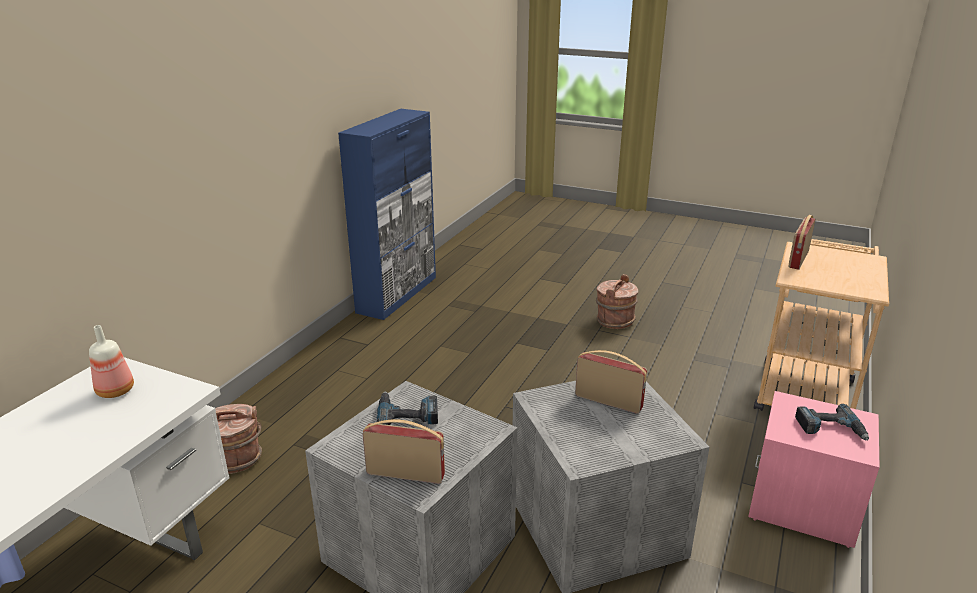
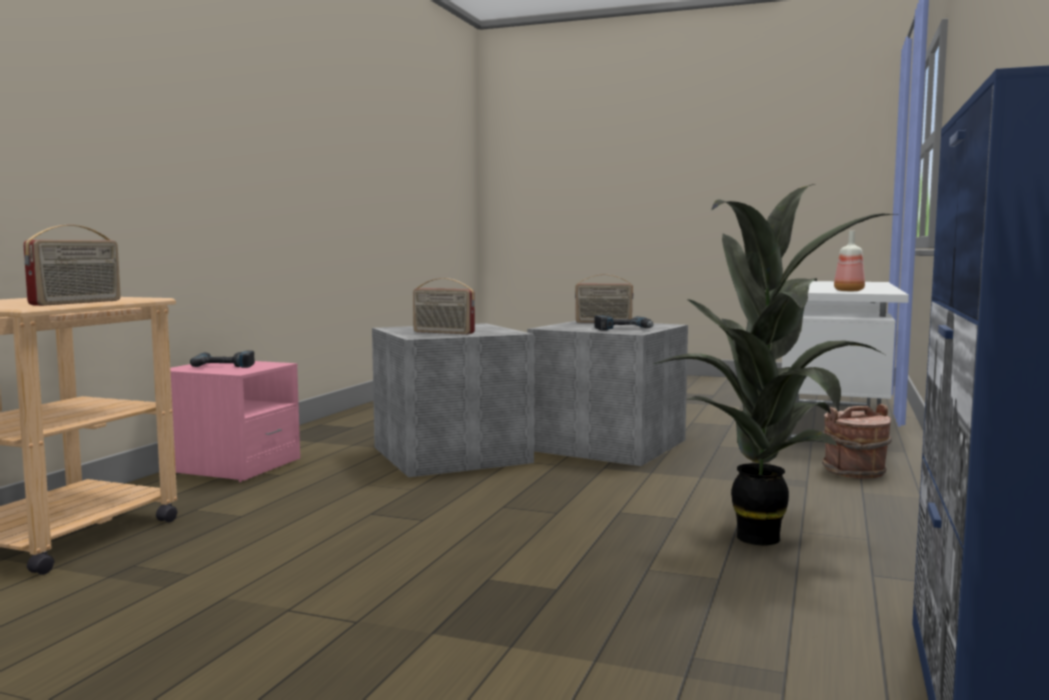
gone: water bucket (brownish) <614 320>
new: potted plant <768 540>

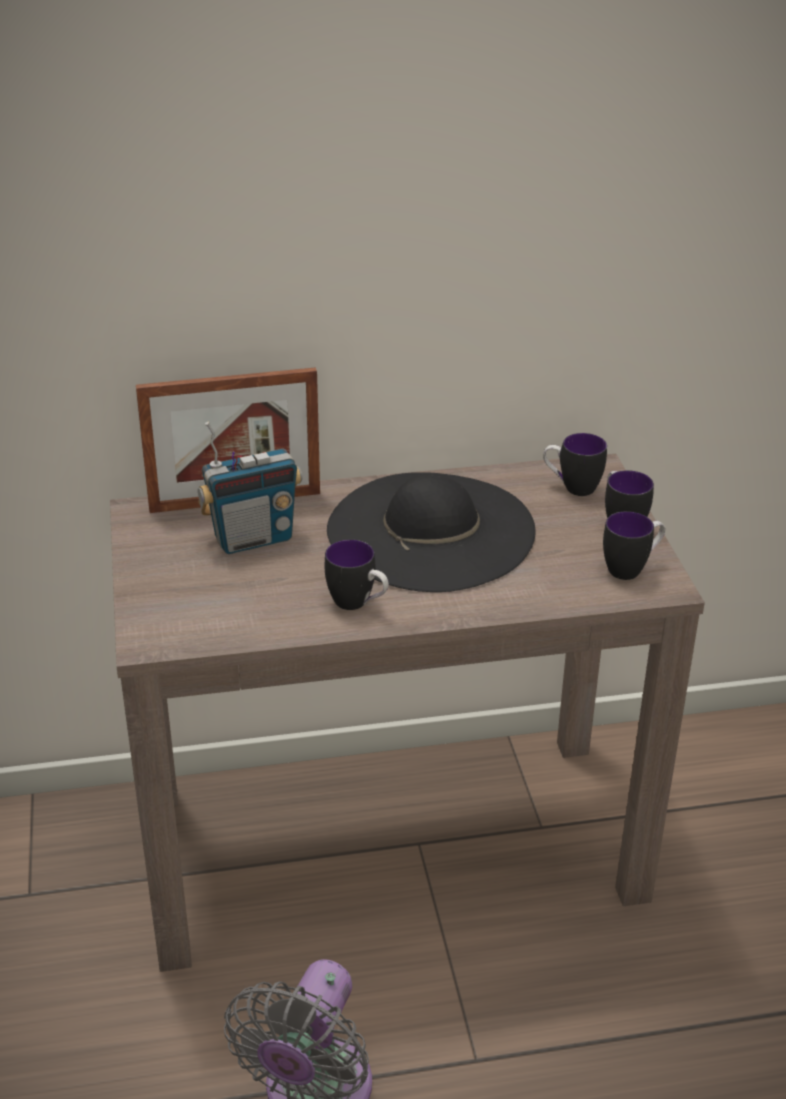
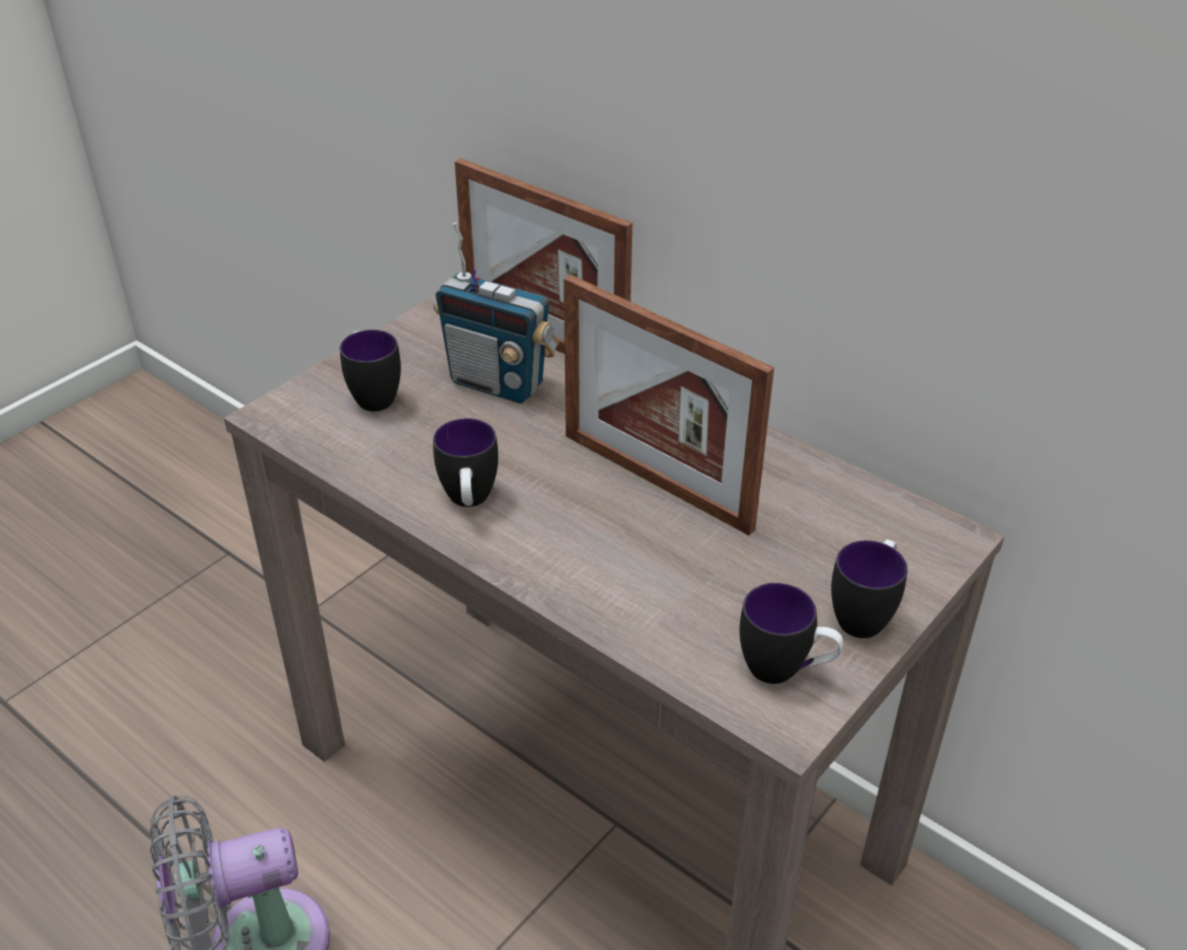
shifted: coffee mug <571 487> to <372 395>
swapped: clothing hat (black-coloured) <431 530> to standing frame <656 481>

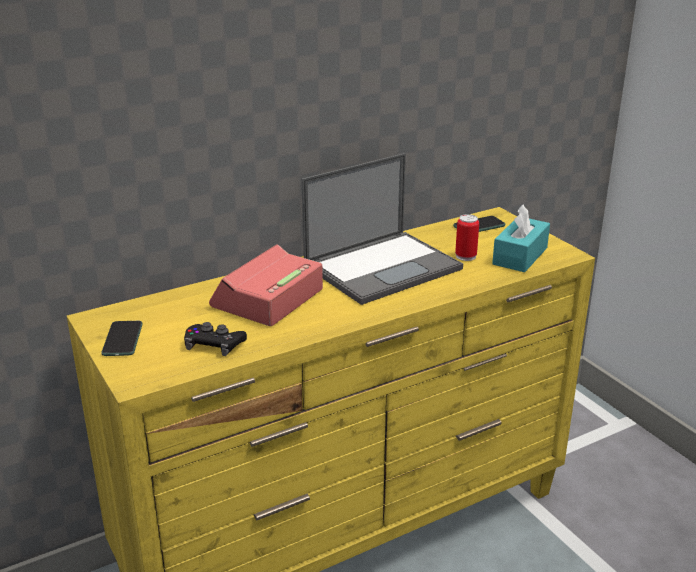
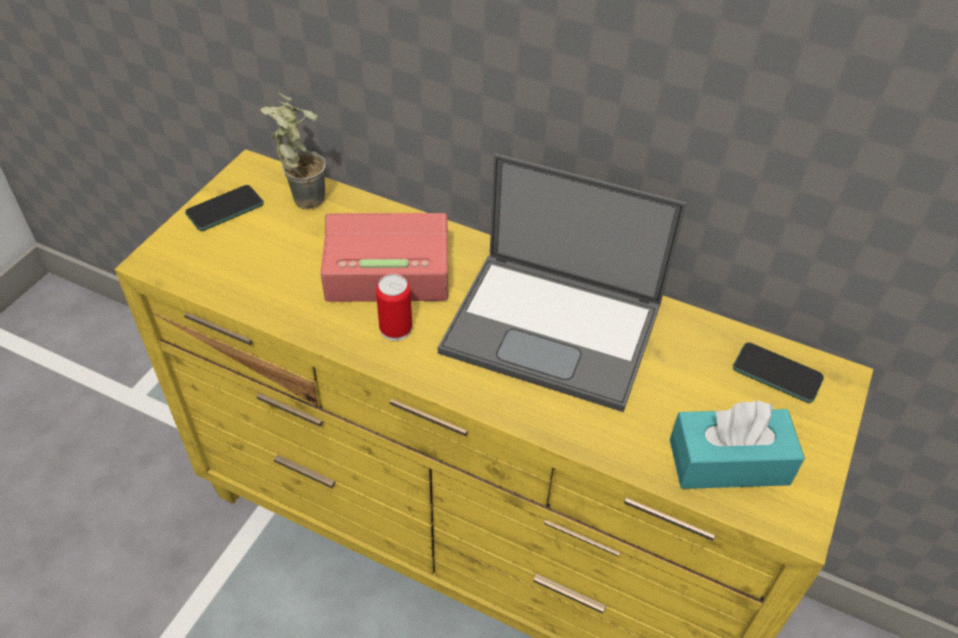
gone: game controller (black-coloured) <214 344>
new: potted plant <301 196>
shifted: can <465 256> to <396 329>

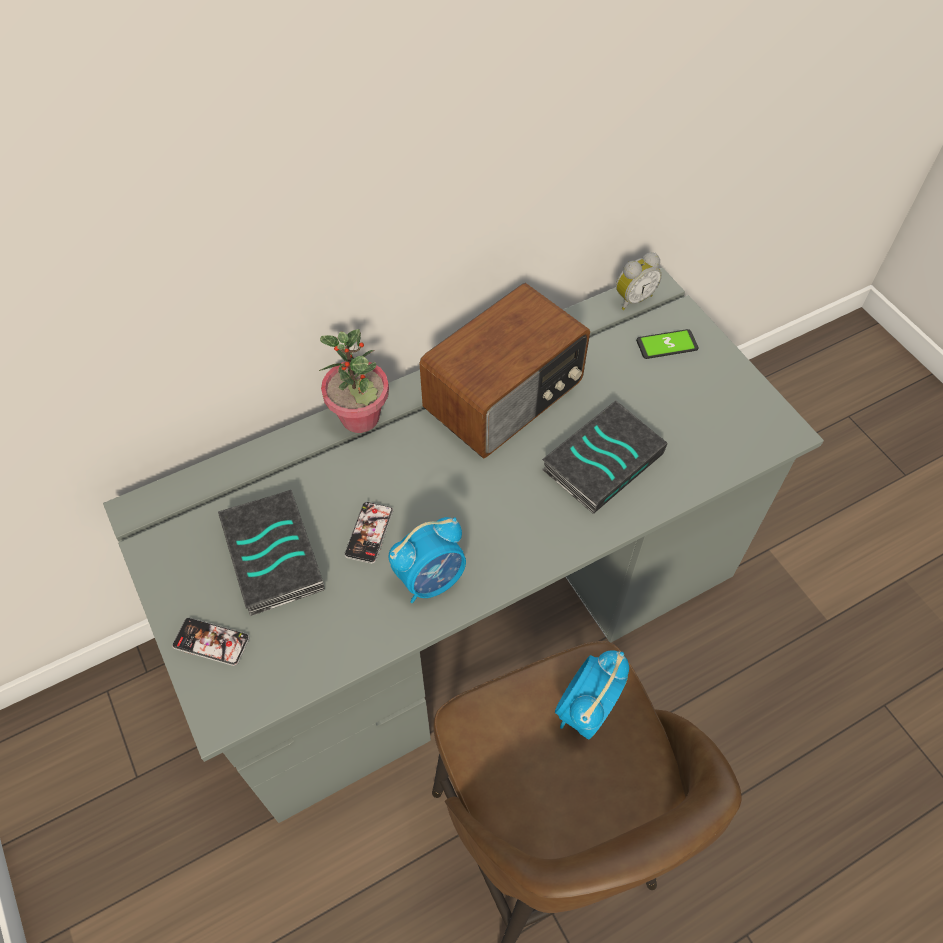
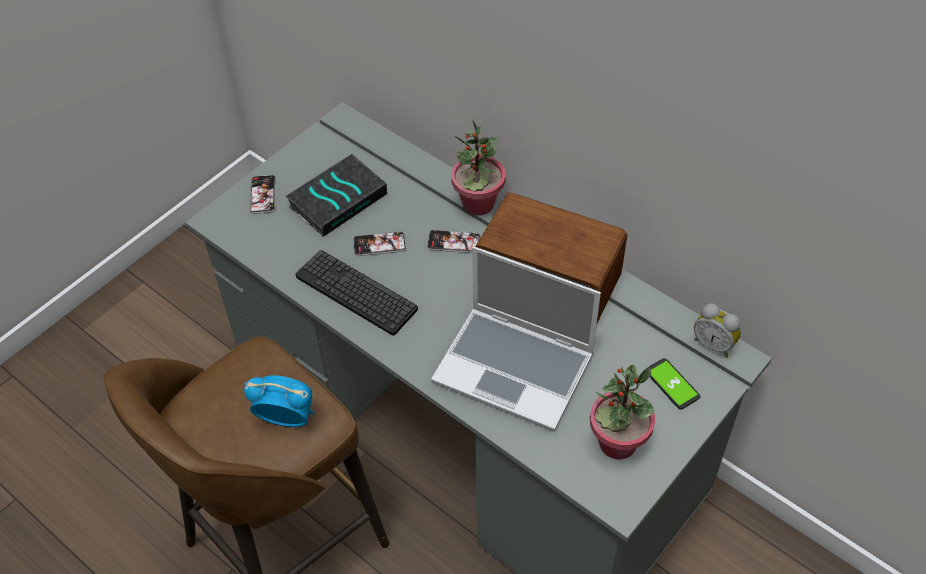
new: handset <453 242>; potted plant <617 443>
swapped: alarm clock <431 579> to keyboard <356 293>; volume <602 460> to notebook computer <516 368>

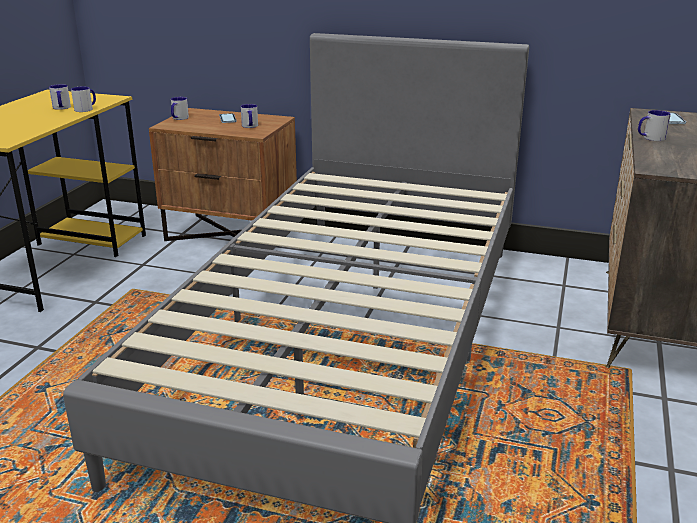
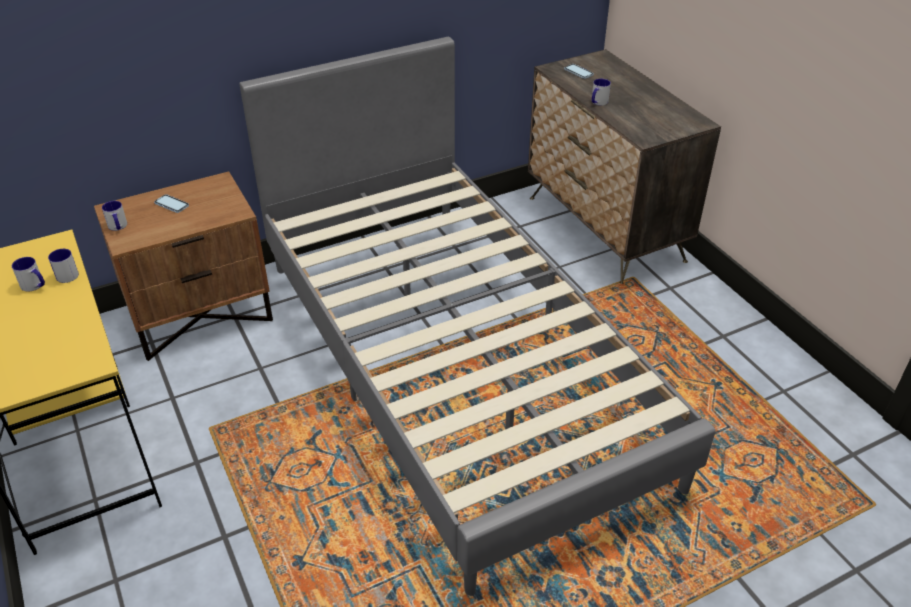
gone: coffee mug <250 126>

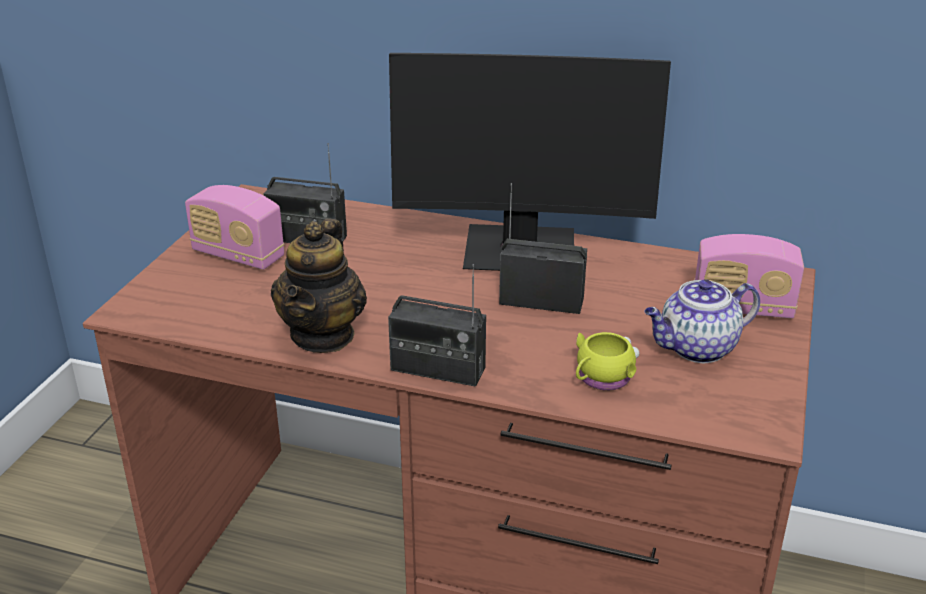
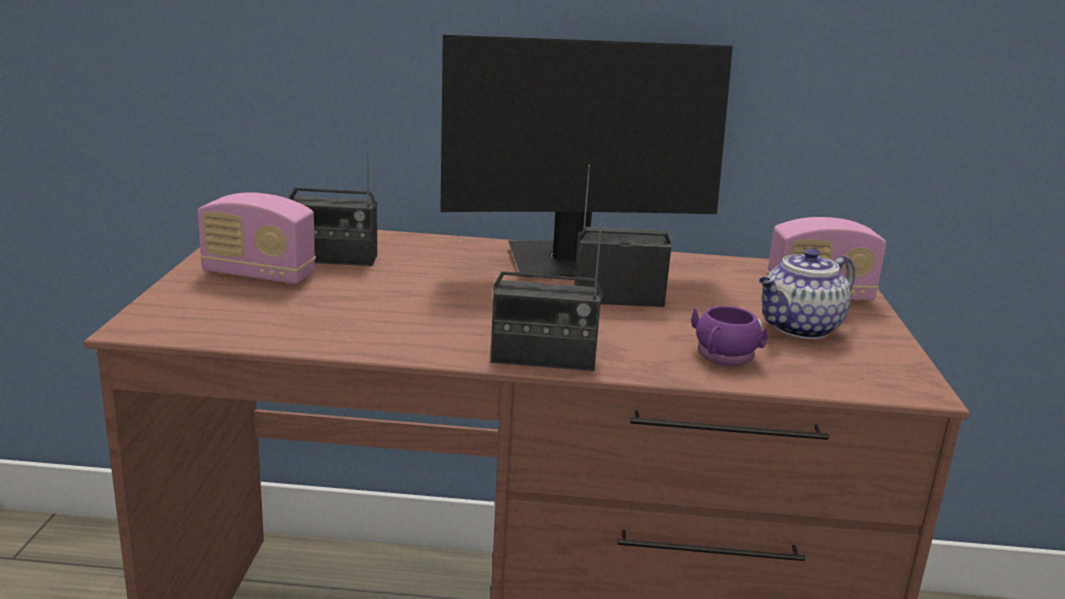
gone: pot for tea <323 335>
repainted: coffee mug (yellowish) <601 379> to coffee mug (purple) <723 357>

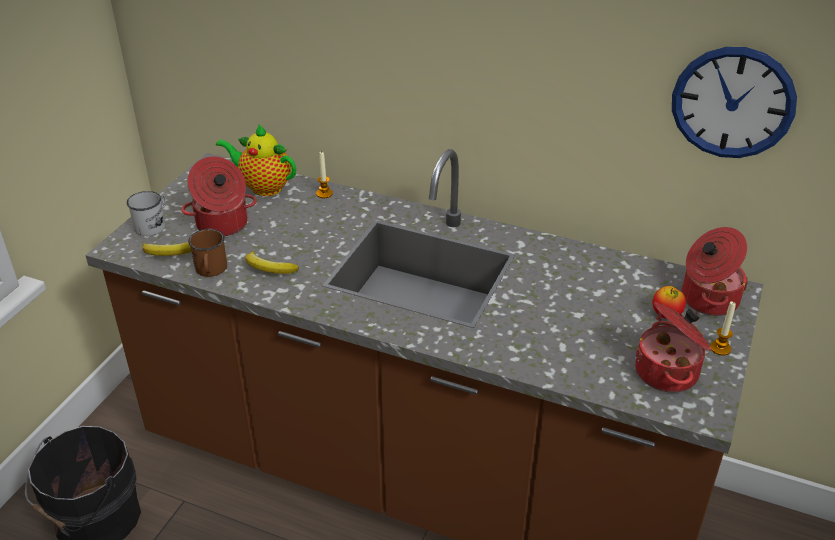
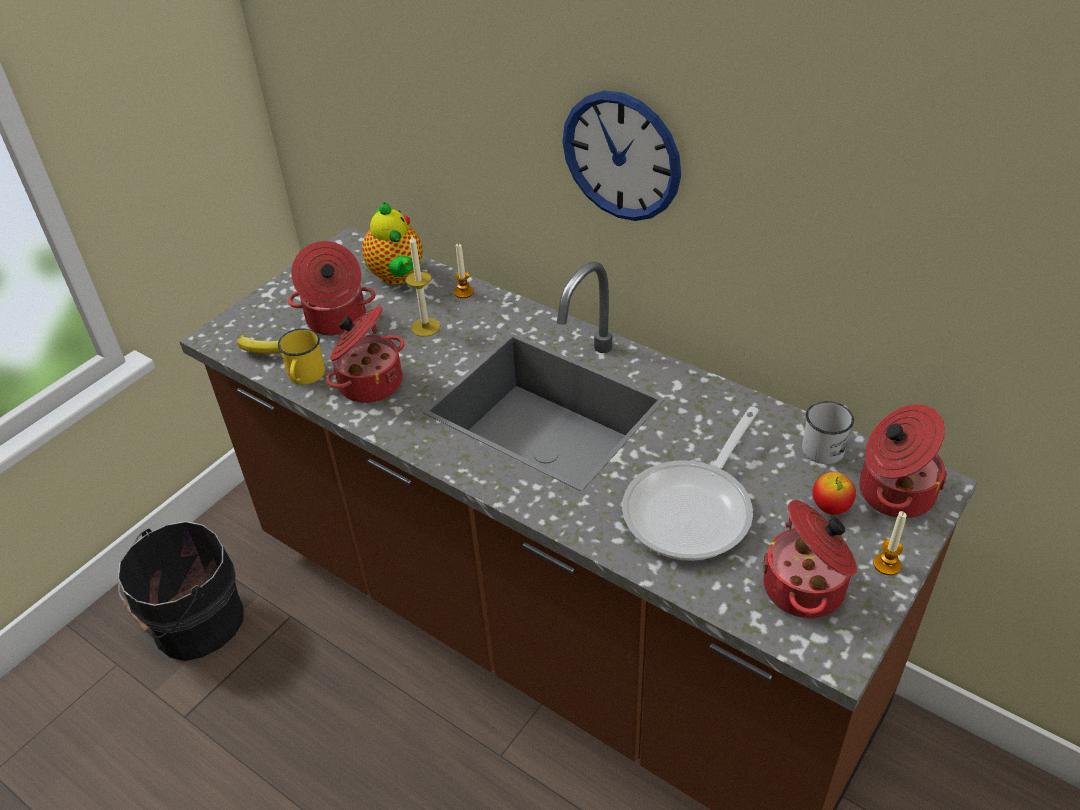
new: candle <425 327>; skillet <694 509>
shifted: coffee mug (white-coloured) <153 225> to <826 445>; wall clock <732 103> to <621 156>
swapped: whole banana <269 269> to stockpot <369 382>
repainted: coffee mug (brownish) <211 270> to coffee mug (yellowish) <305 377>
rotated: pot for tea <263 187> = <397 276> 150 degrees counterclockwise

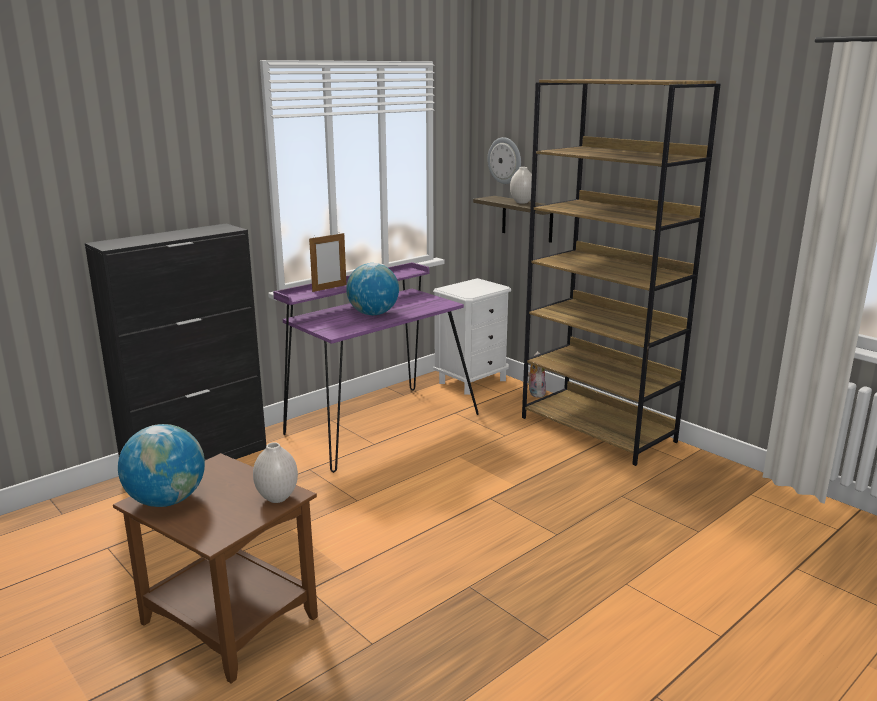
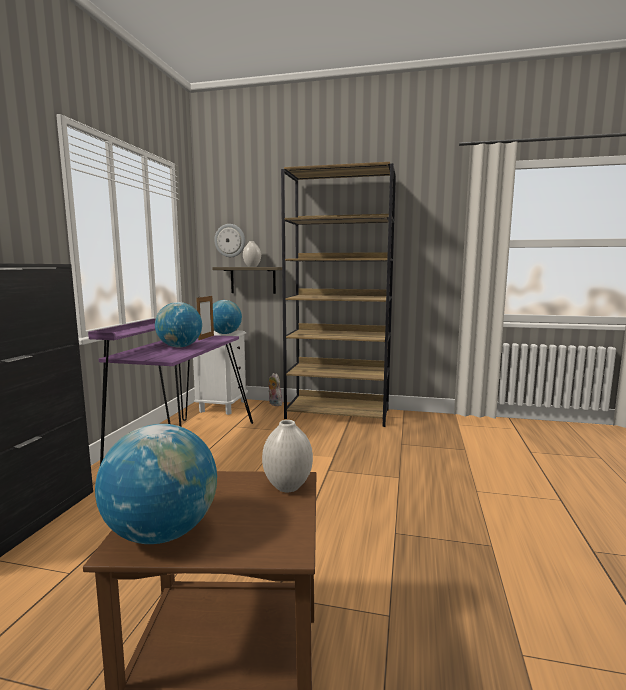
new: globe <225 333>
shifted: standing frame <329 288> to <206 337>

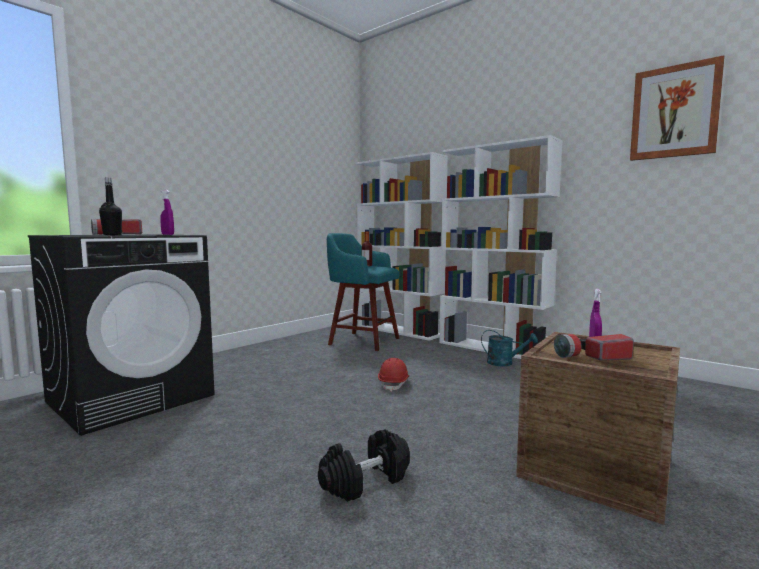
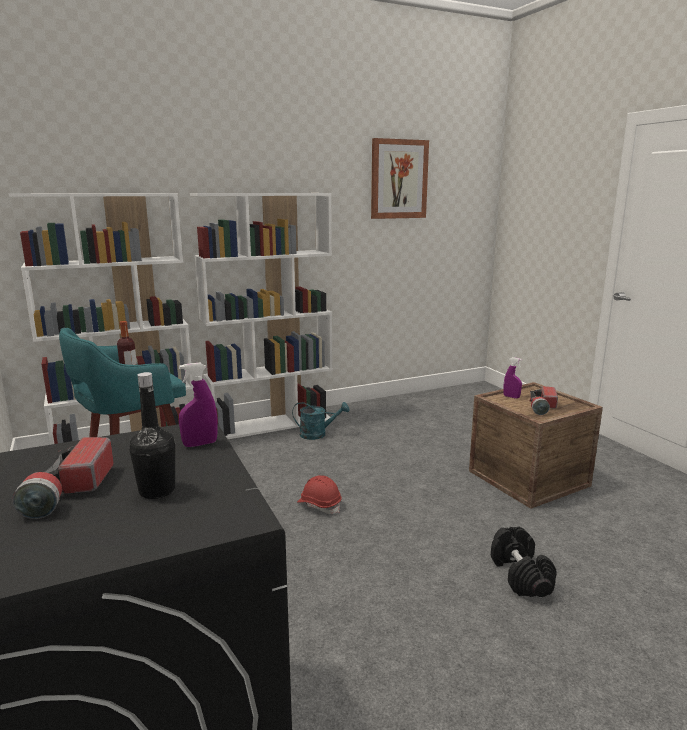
rotated: watering can (turquoise) <505 363> = <318 434> 45 degrees clockwise

